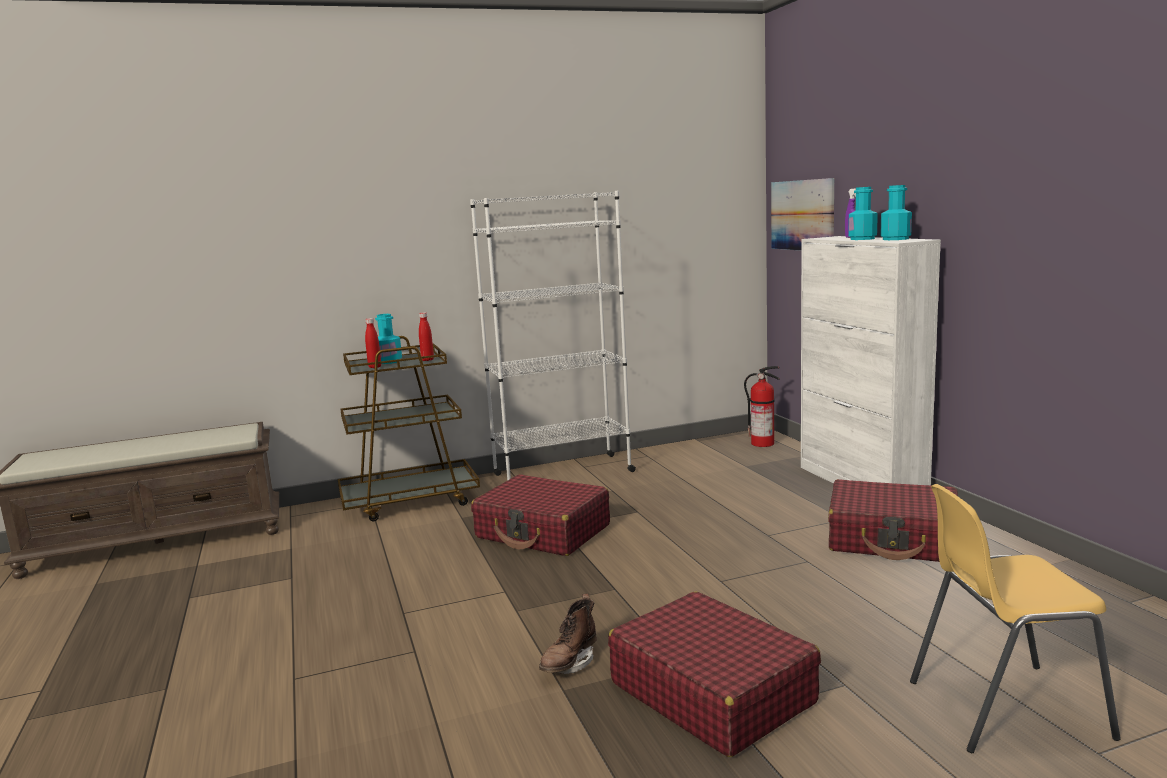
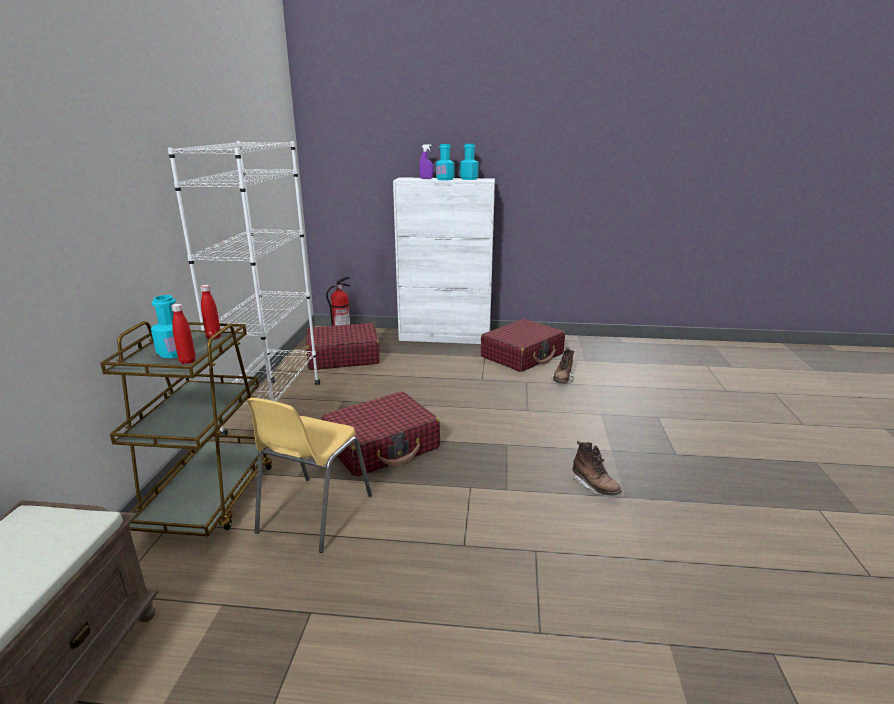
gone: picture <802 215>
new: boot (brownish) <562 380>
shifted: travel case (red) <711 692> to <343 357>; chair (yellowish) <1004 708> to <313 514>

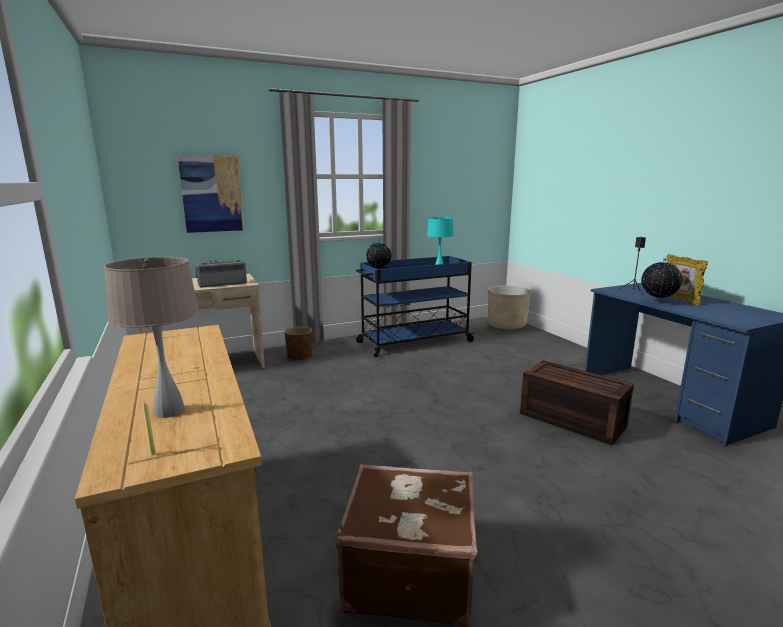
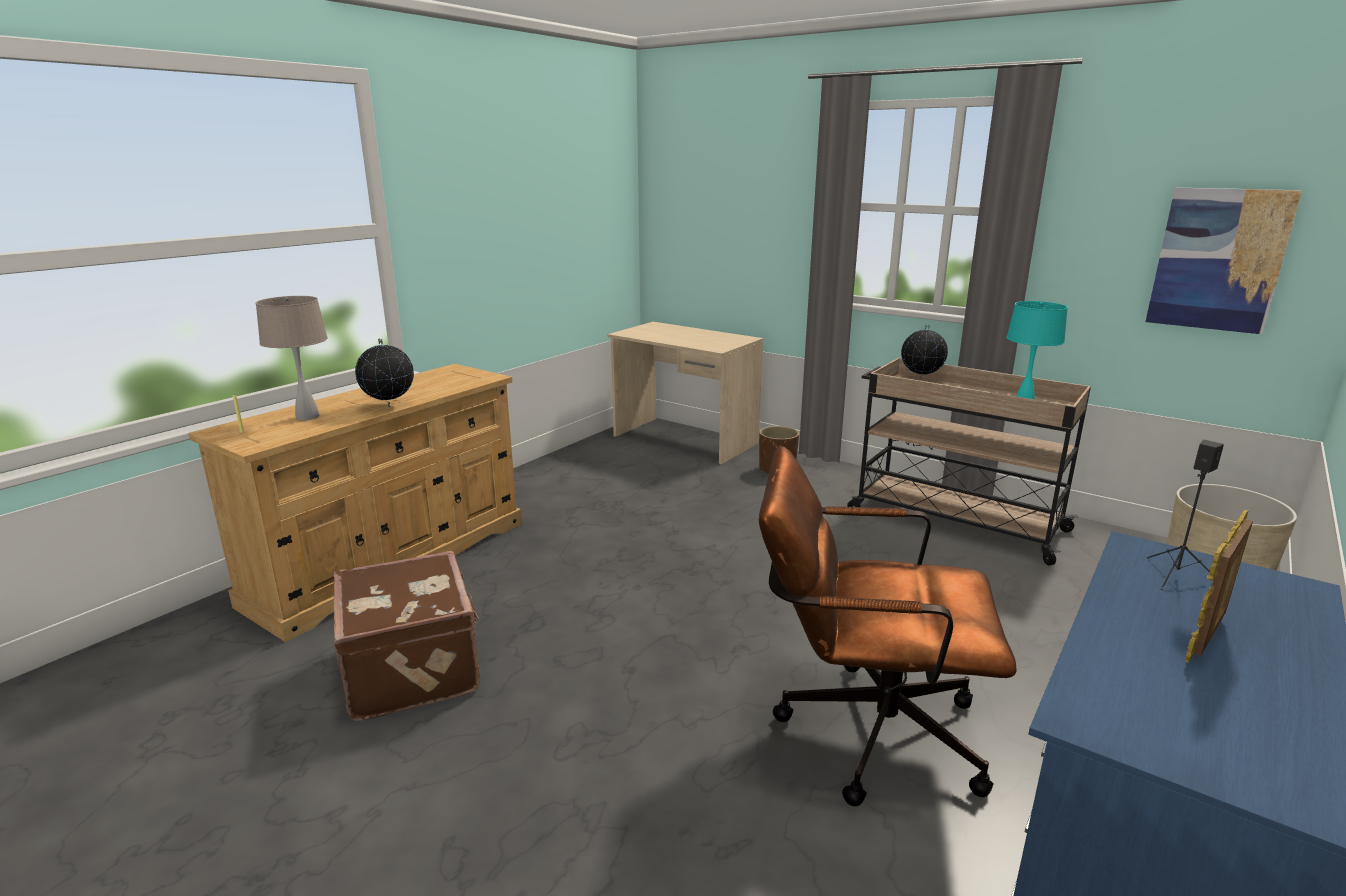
gone: radio set <222 284>
shifted: picture <212 194> to <1218 260>; globe <657 302> to <389 406>
swapped: storage bin (brownish) <570 419> to desk chair (brownish) <862 729>
repainted: wheeled cart (blue-coloured) <413 342> to wheeled cart (beige) <953 520>

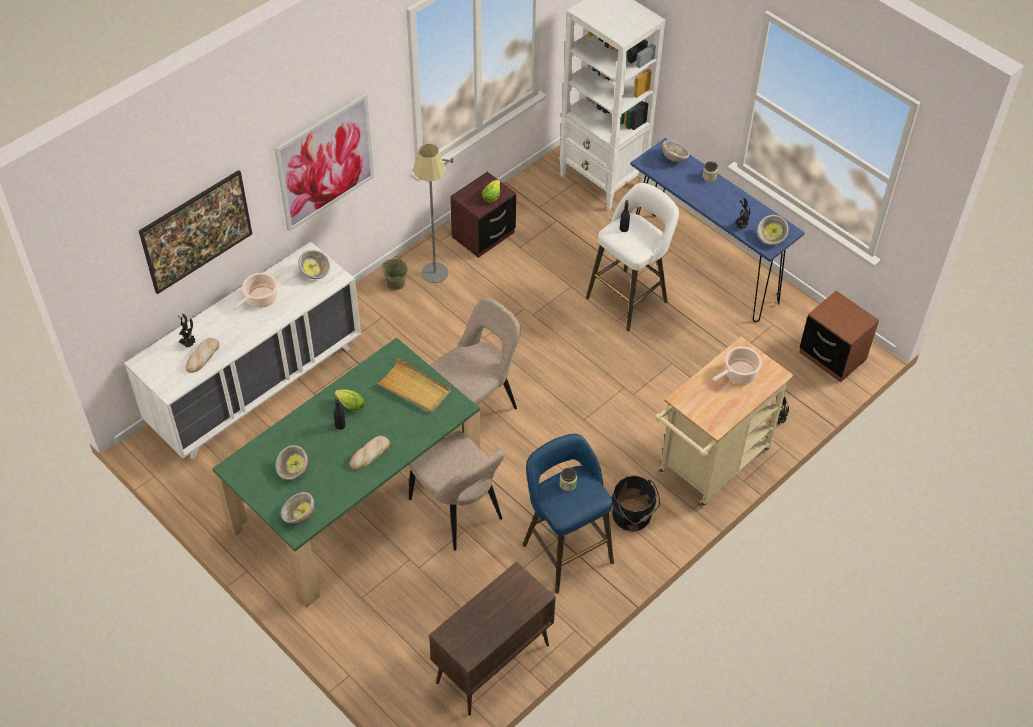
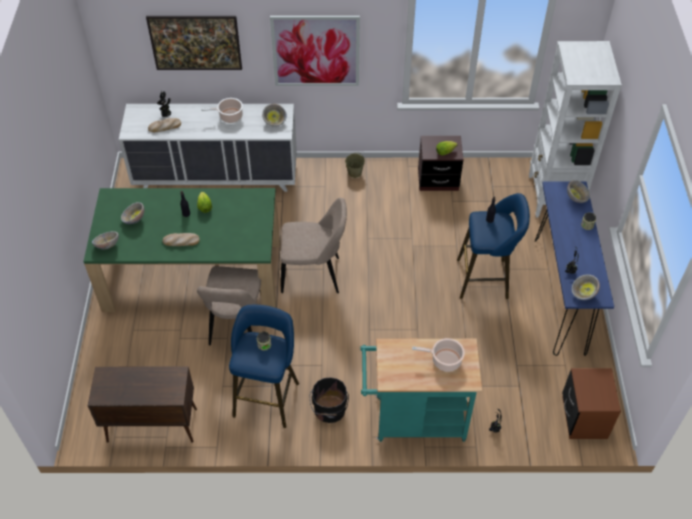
gone: tray (beige) <414 388>; standing lamp (gray) <436 282>
repainted: stool (white-coloured) <630 297> to stool (blue-coloured) <486 278>; wheeled cart (beige) <709 466> to wheeled cart (turquoise) <413 419>

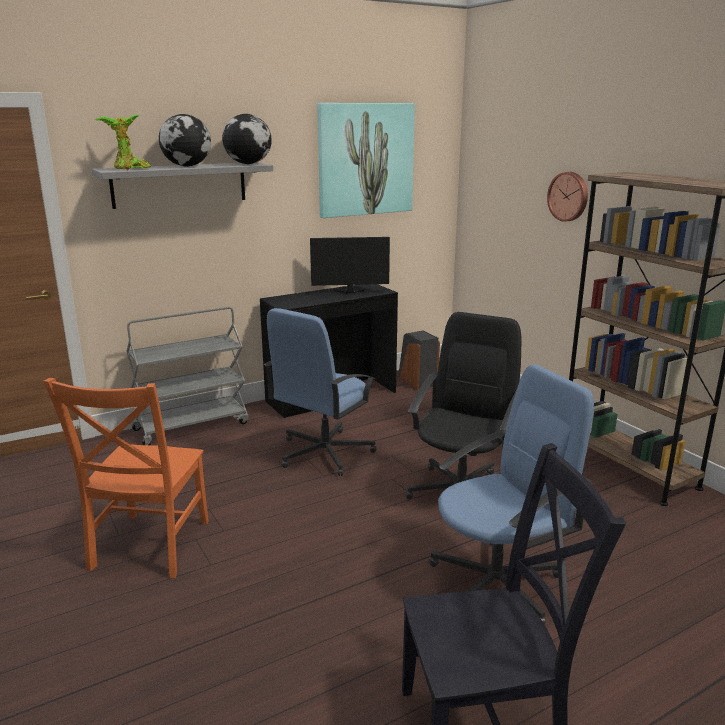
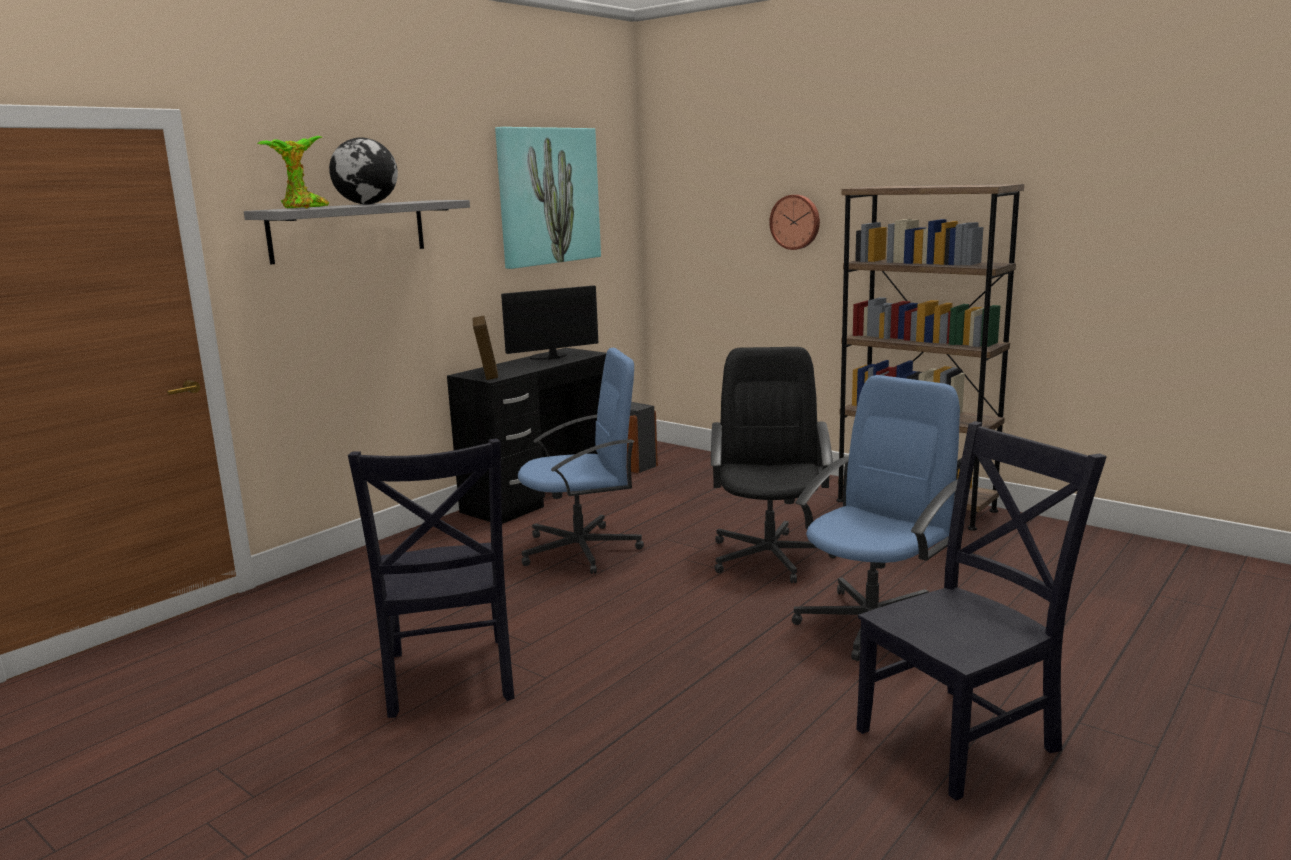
gone: wheeled cart (gray) <192 426>; globe <248 164>
new: standing frame <487 374>
repainted: chair (orangey) <148 547> to chair (black-coloured) <449 679>
rotated: desk chair (blue-coloured) <323 453> = <582 550> 120 degrees counterclockwise

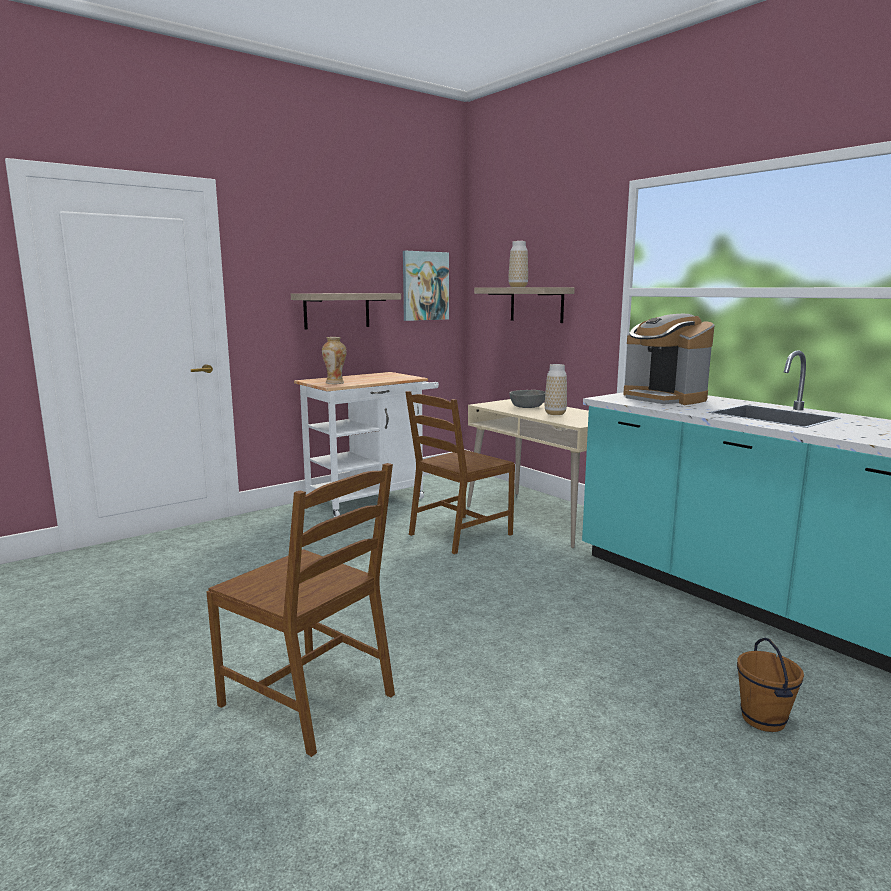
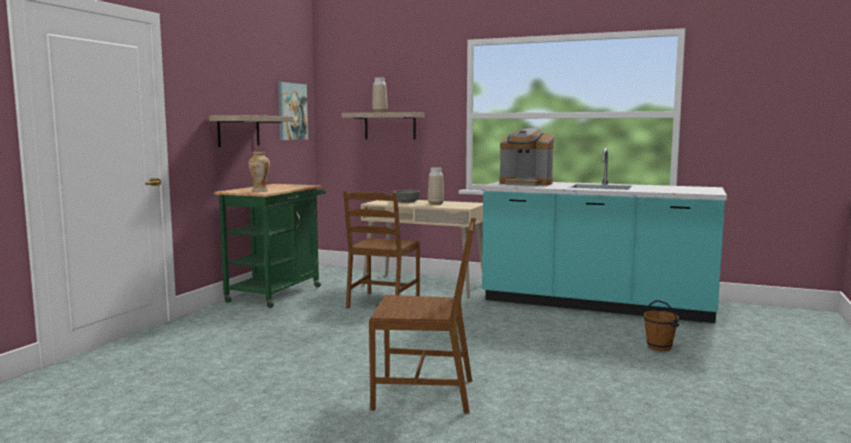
repainted: wheeled cart (white-coloured) <372 499> to wheeled cart (green) <278 292>

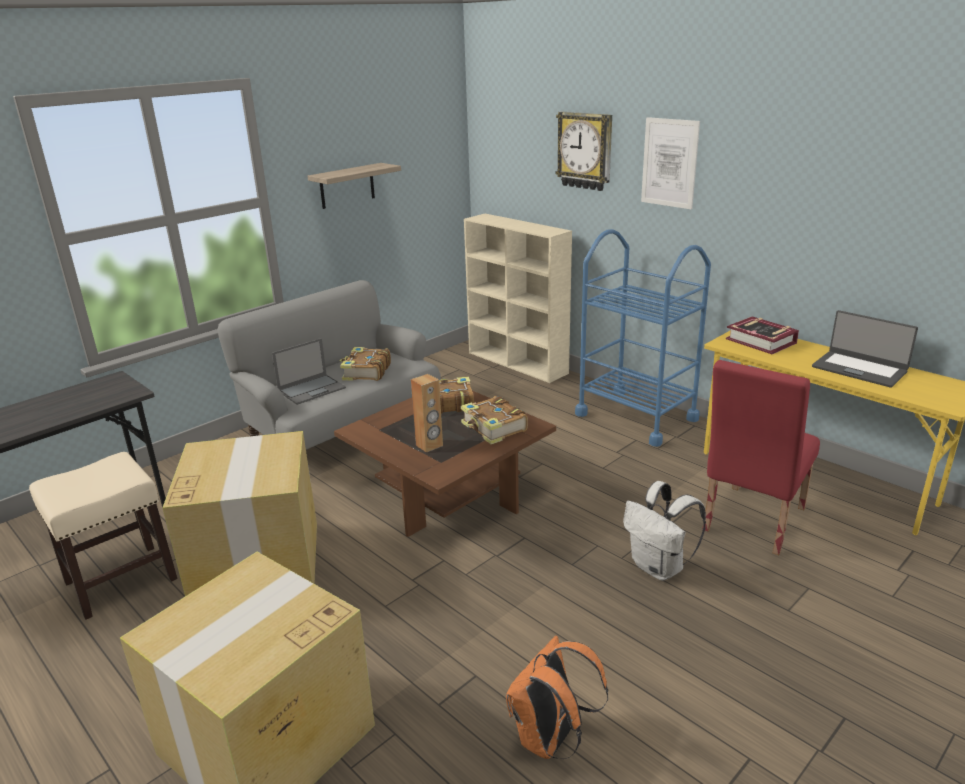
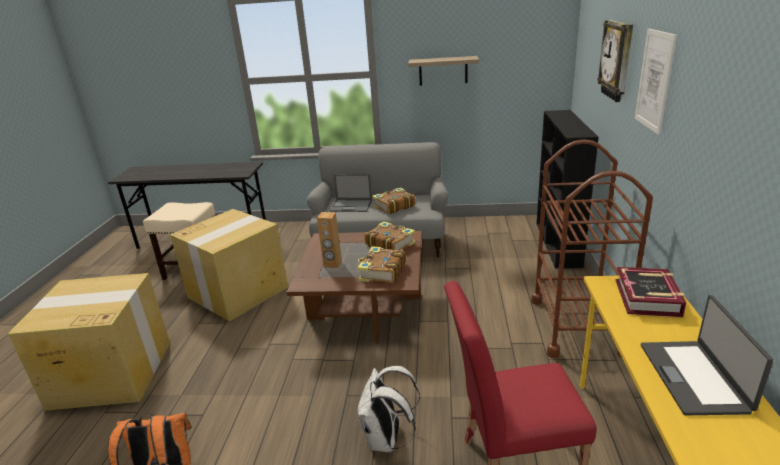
repainted: bookcase (beige) <518 363> to bookcase (black-coloured) <558 244>; wheeled cart (blue-coloured) <636 417> to wheeled cart (brownish) <576 326>

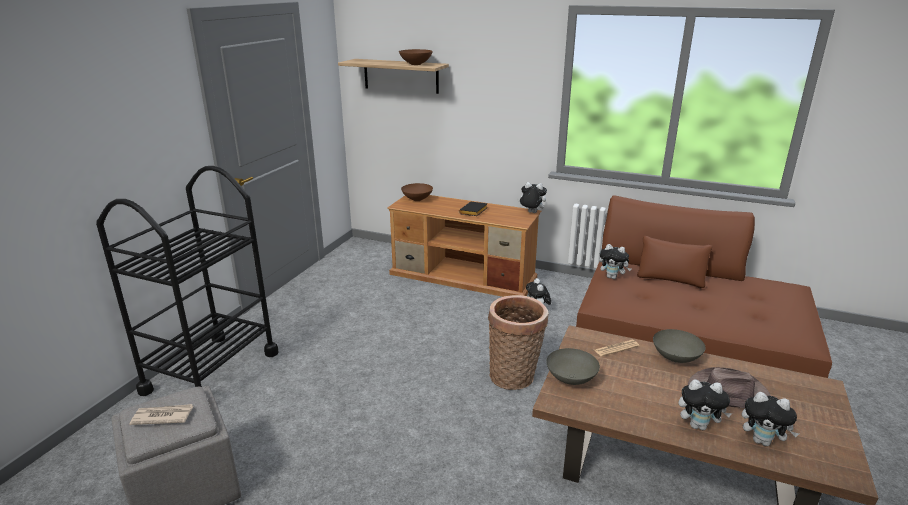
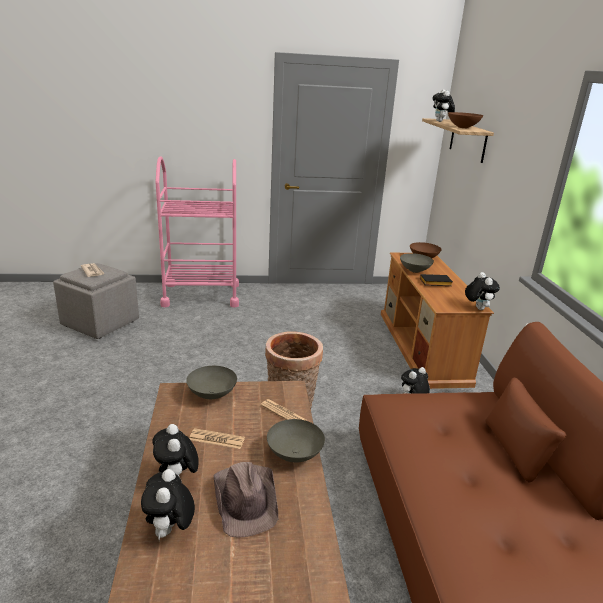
new: newspaper <217 439>; deep dish (gray) <414 270>
shifted: cuddly toy <612 277> to <441 121>
repainted: wheeled cart (black-coloured) <211 372> to wheeled cart (pinkish) <201 295>

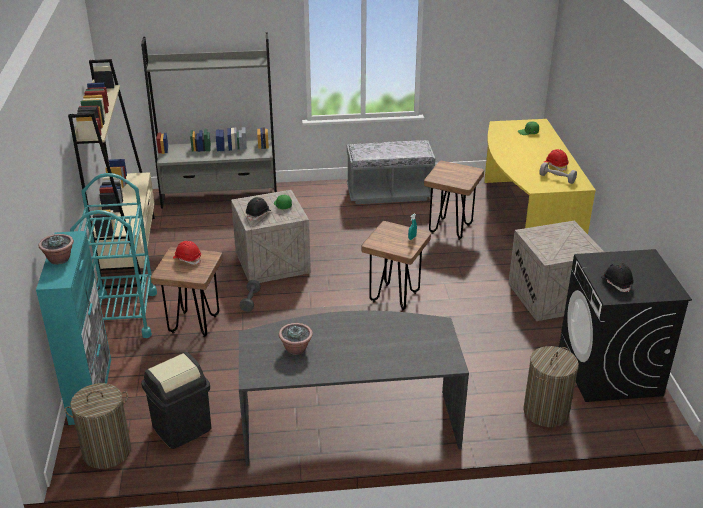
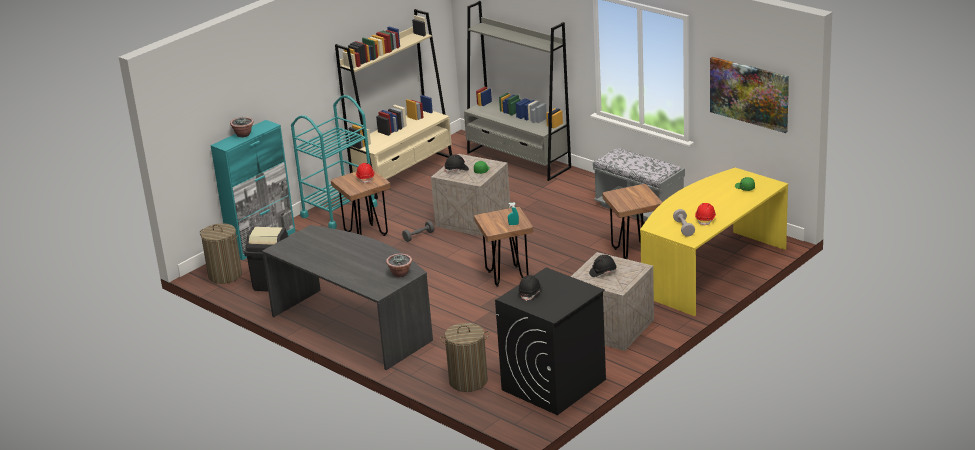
new: safety helmet (black-coloured) <603 272>; picture <749 93>
shifted: potted plant <296 349> to <400 274>

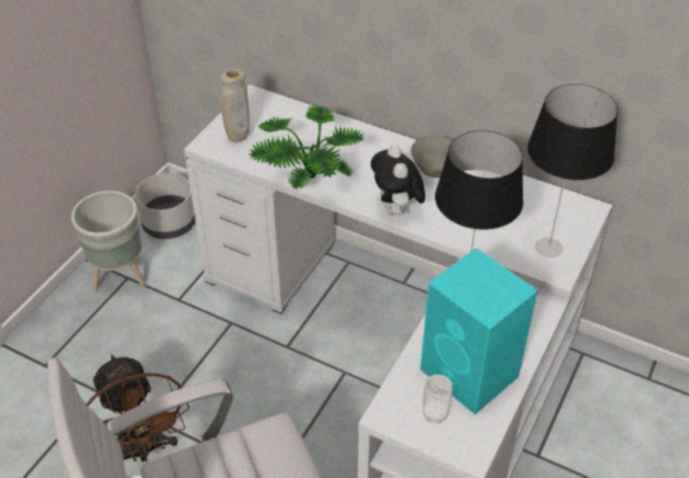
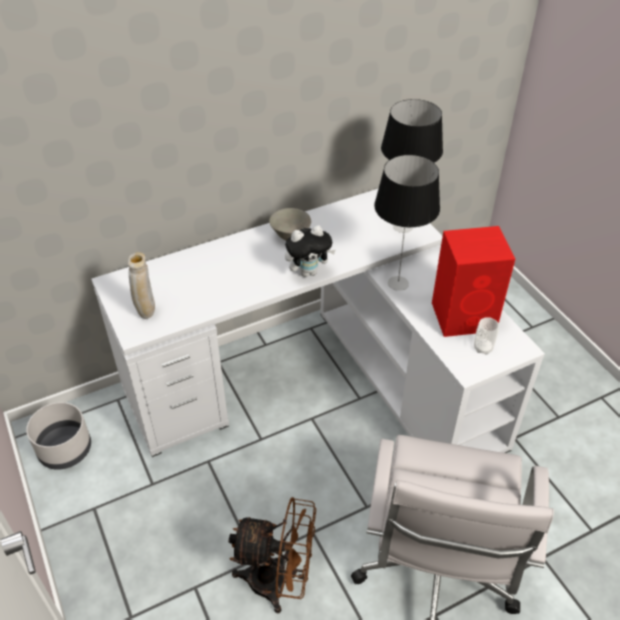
gone: flower pot (gray) <121 277>; potted plant <306 181>
repainted: loudspeaker (turquoise) <470 374> to loudspeaker (red) <465 316>
rotated: cuddly toy <396 210> = <308 272> 45 degrees counterclockwise

